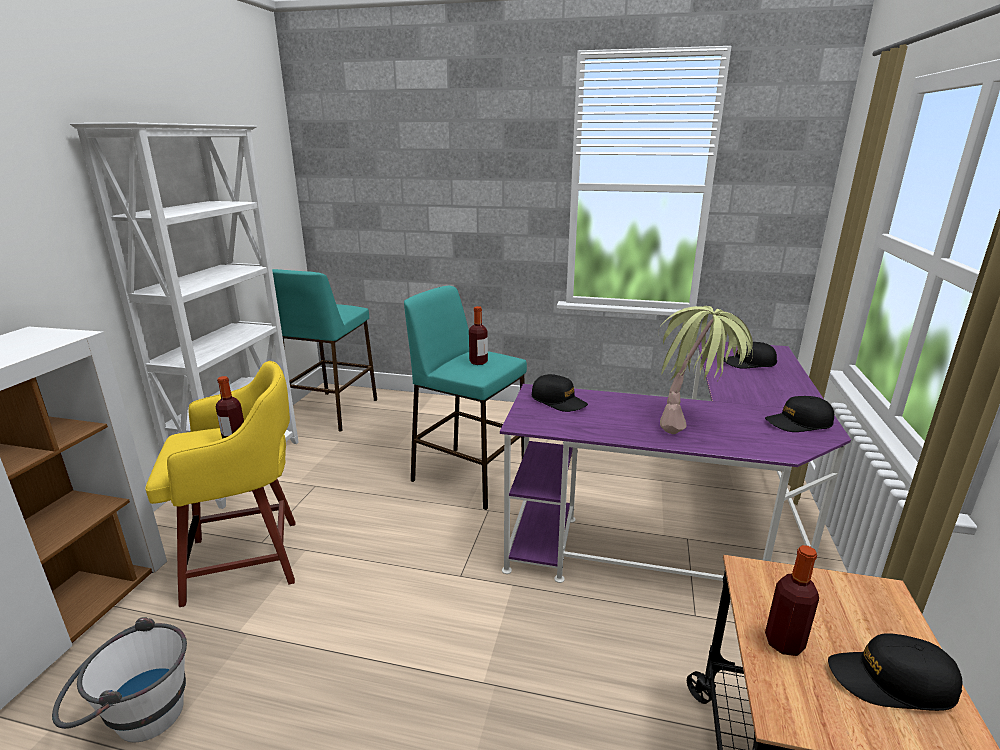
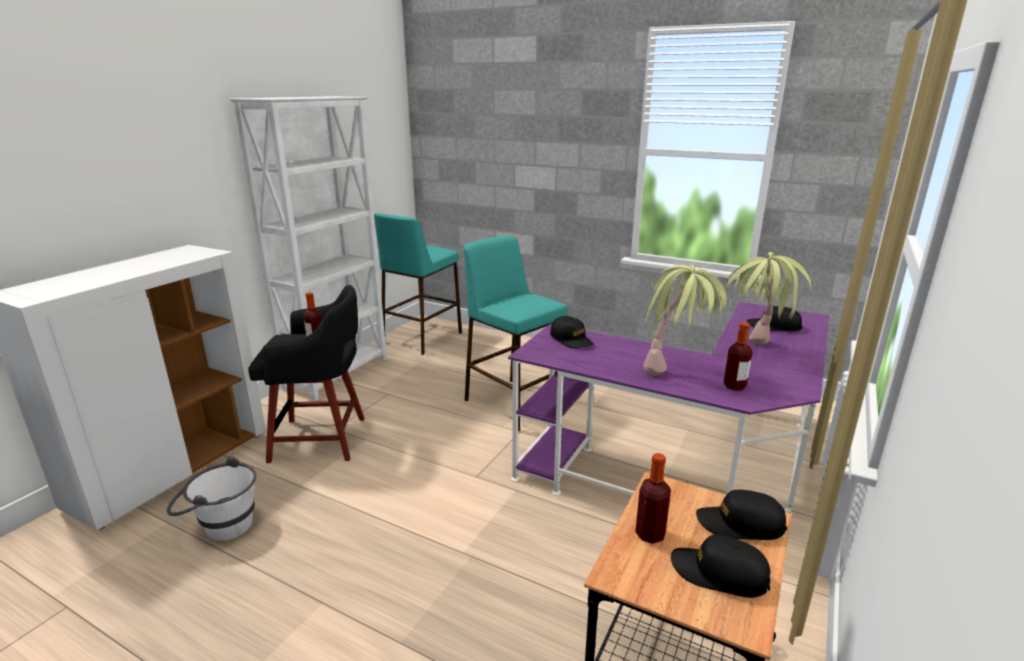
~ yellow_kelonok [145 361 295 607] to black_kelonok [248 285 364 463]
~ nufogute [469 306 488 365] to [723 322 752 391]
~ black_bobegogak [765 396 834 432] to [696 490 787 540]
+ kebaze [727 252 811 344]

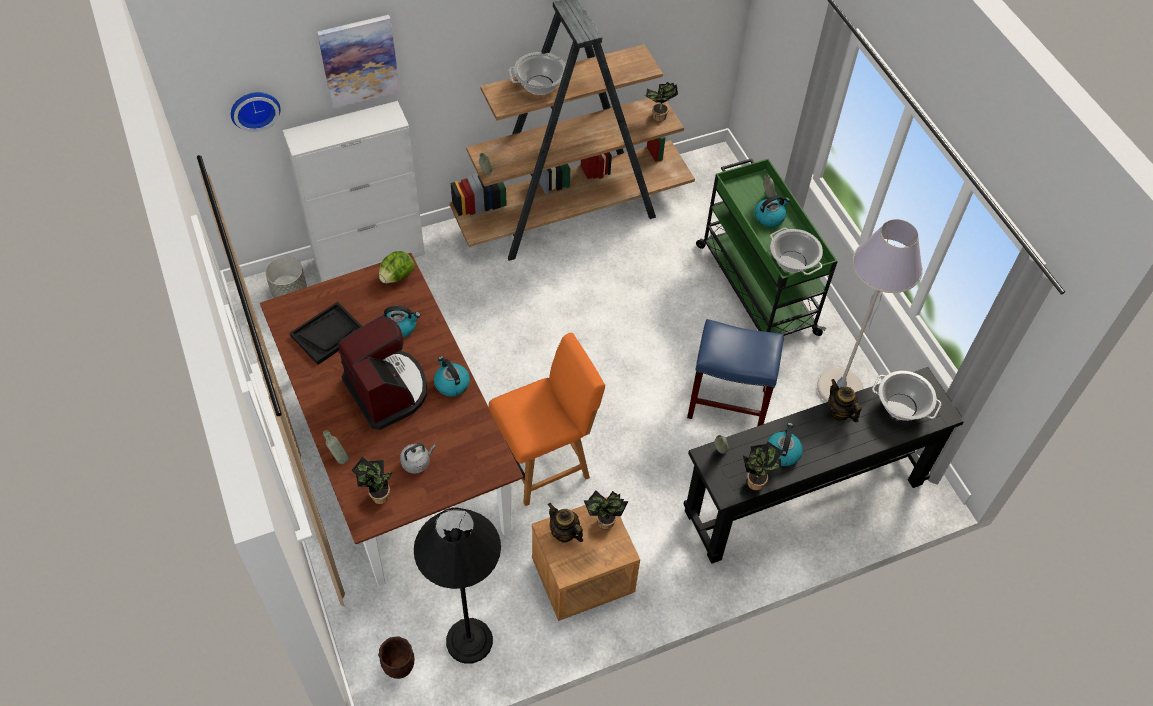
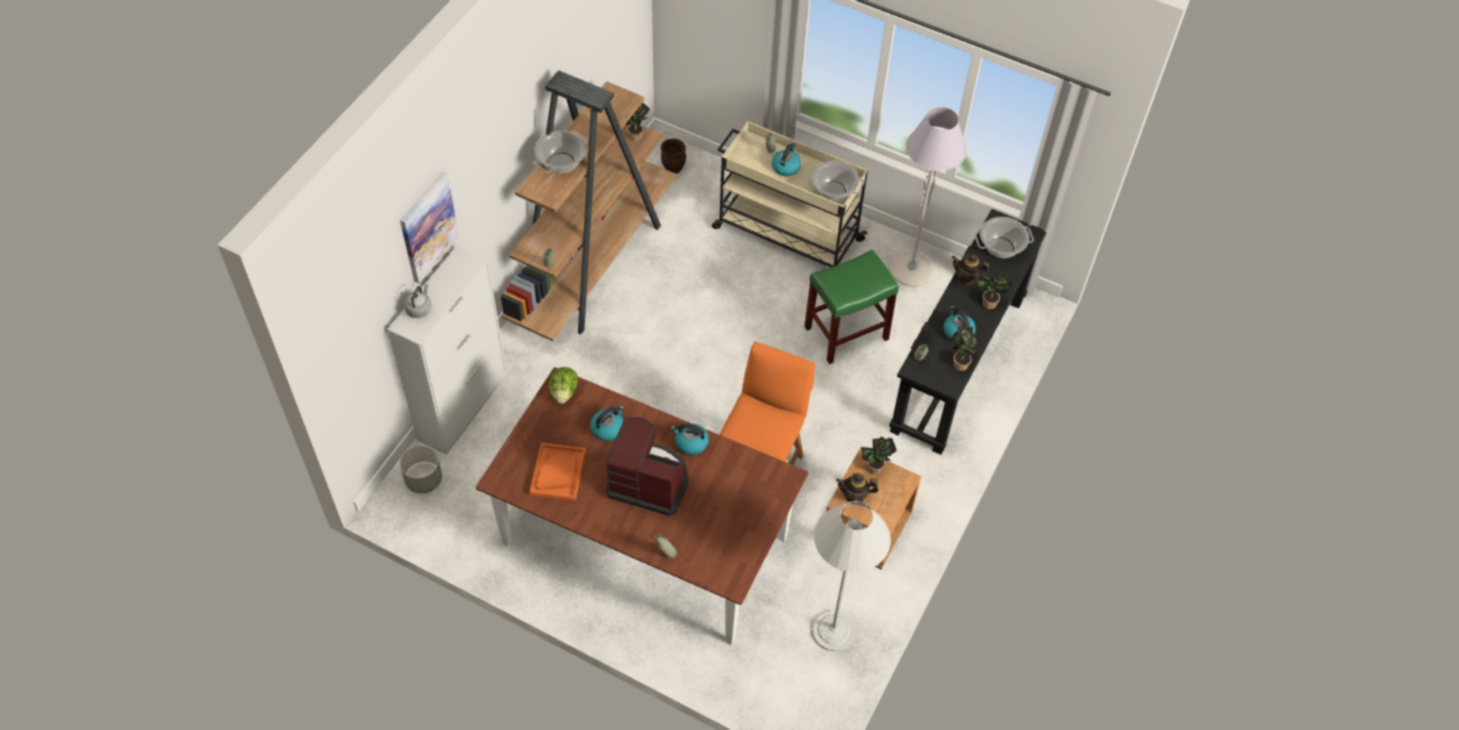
- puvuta [231 92 280 132]
~ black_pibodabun [290 302 362 365] to orange_pibodabun [529 443 586 501]
~ kebaze [351 457 392 504] to [975 272 1013 309]
~ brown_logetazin [378 636 414 679] to [661 138 686 174]
~ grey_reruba [400 443 436 474] to [404 284 432 318]
~ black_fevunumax [414 507 501 664] to white_fevunumax [812 501 891 652]
~ blue_kelonok [687 319 784 426] to green_kelonok [804 250 899 364]
~ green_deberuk [696 158 838 336] to beige_deberuk [712 121 868 267]

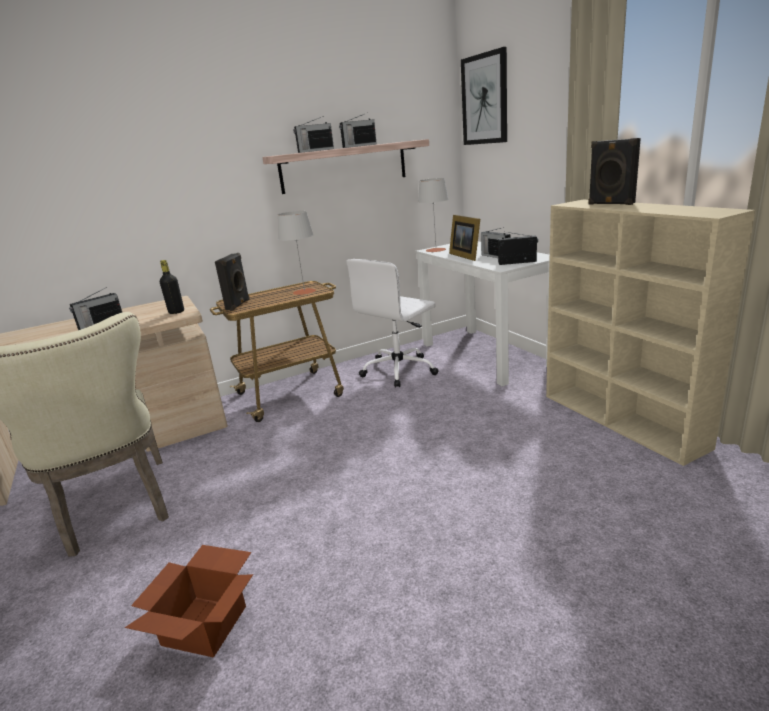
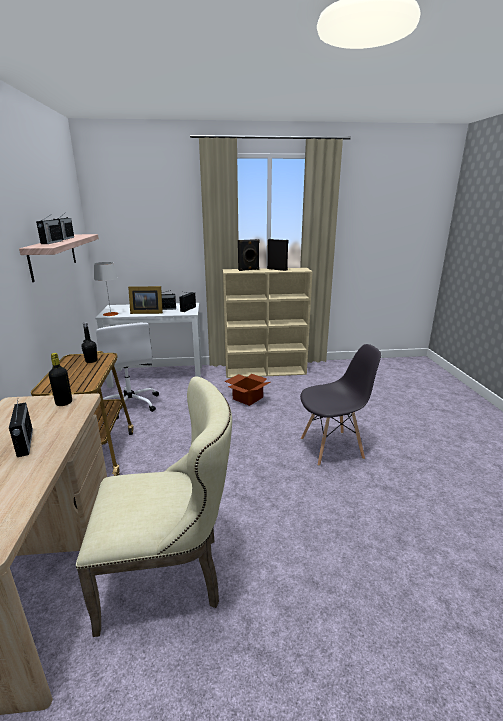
~ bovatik [125 545 253 658] to [225 374 270 406]
~ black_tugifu [215 253 250 311] to [267 239 289 271]
~ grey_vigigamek [278 211 316 295] to black_nufogute [81 322 98 363]
- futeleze [461 47 507 145]
+ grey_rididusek [300 344 381 466]

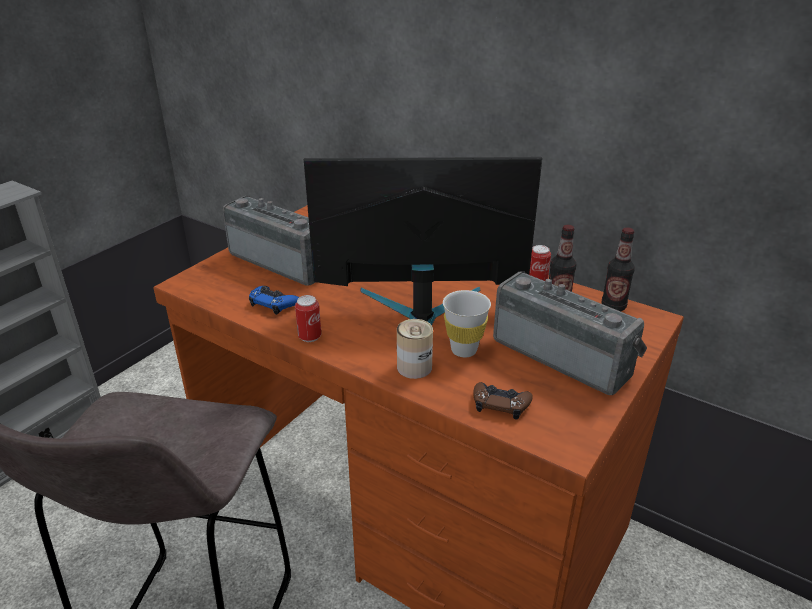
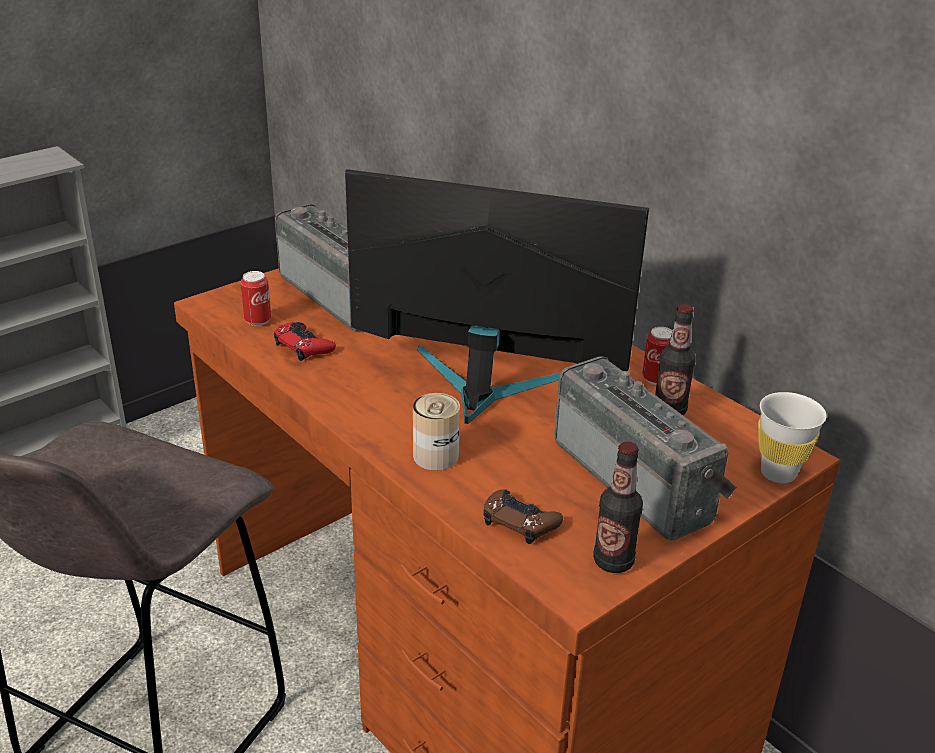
~ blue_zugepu [249 286 299 315] to red_zugepu [274 322 336 361]
~ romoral [295 295 321 342] to [240 271 271 326]
~ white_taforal [443 290 491 357] to [758 392 827 483]
~ nufogute [601 227 635 311] to [593 441 643 573]

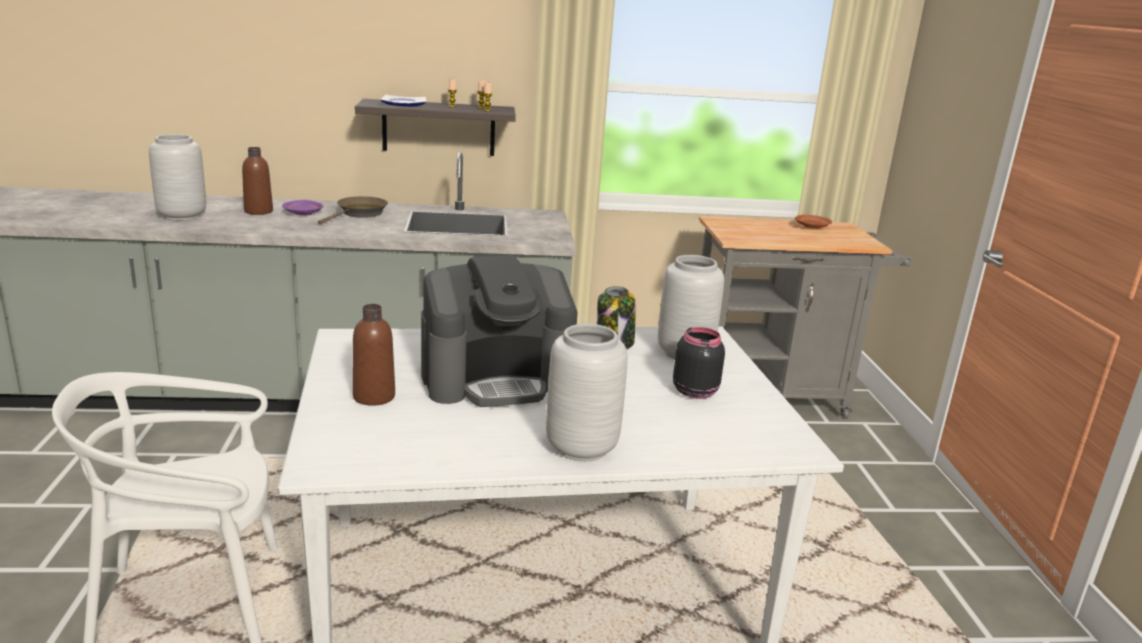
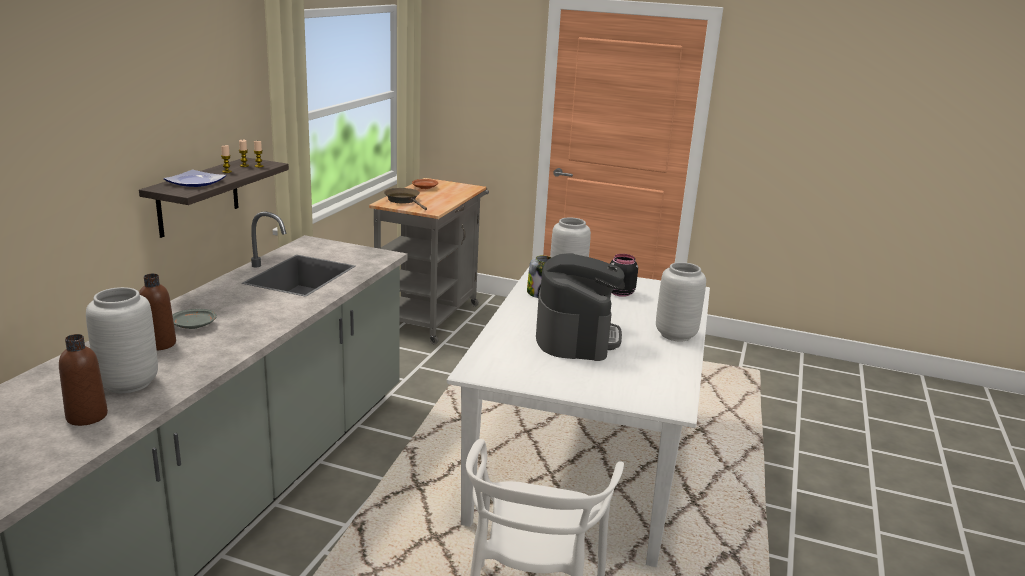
~ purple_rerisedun [282 200 323 215] to grey_rerisedun [172 309 217 329]
~ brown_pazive [318 196 388 224] to [384 188 427 210]
~ brown_nufogute [352 304 395 406] to [59 334 108 426]

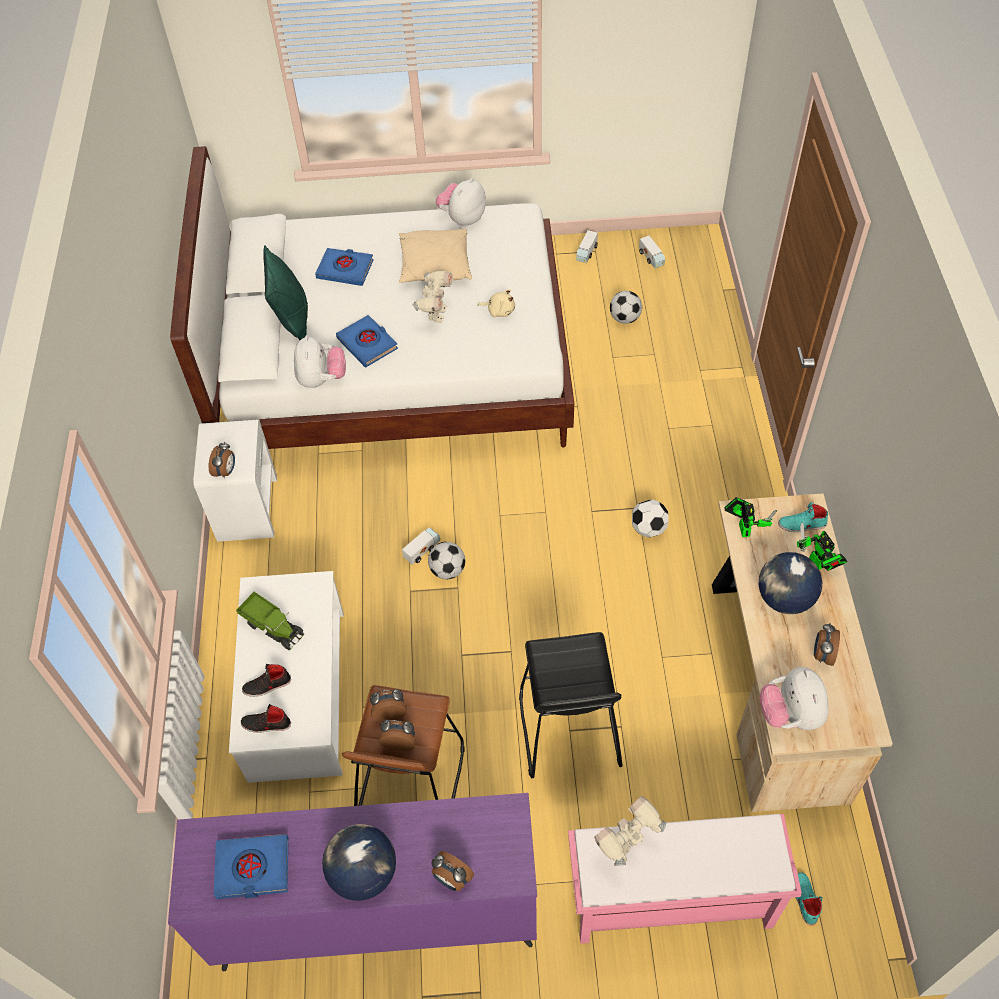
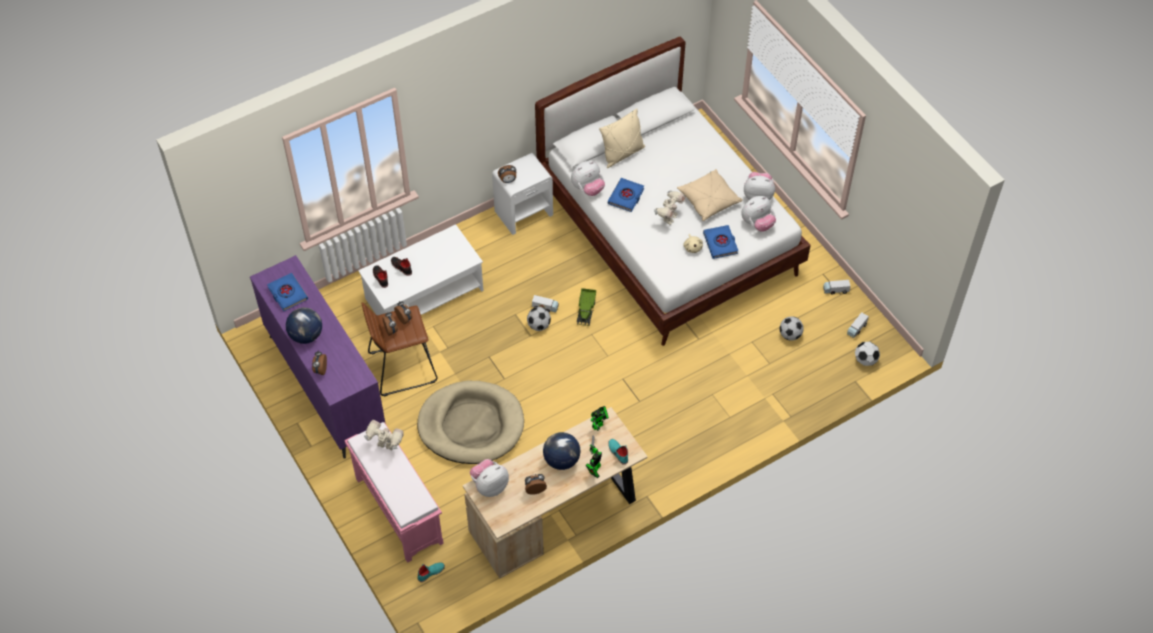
~ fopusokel [236 592 305 650] to [577 288 596 326]
~ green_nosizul [263 245 308 340] to beige_nosizul [599 108 645 168]
~ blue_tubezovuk [315 248 374 286] to [703 225 739 259]
~ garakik [412 271 453 323] = [654 190 686 225] 45 degrees counterclockwise
~ black_kelonok [519 632 622 778] to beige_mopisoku [417 381 524 464]
~ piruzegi [632 499 669 537] to [855 342 880 366]
+ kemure [741 196 776 232]

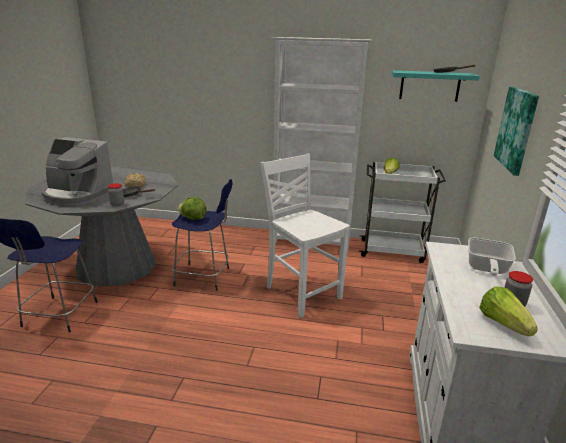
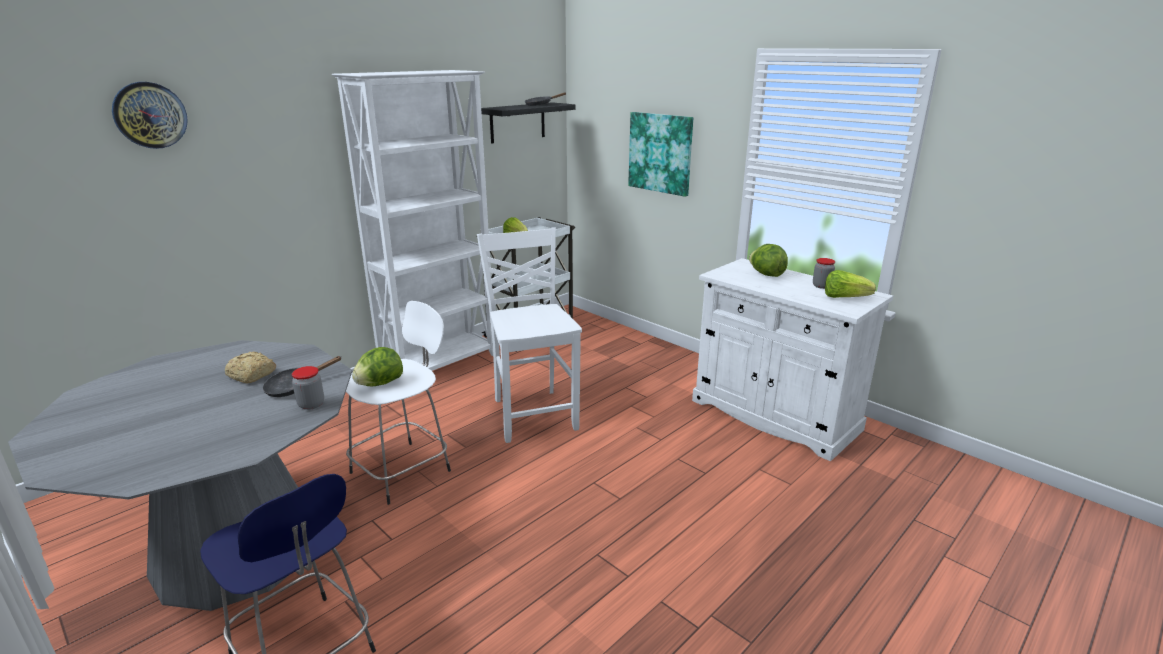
- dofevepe [42 137 114 206]
~ blue_kelonok [172 179 232 291] to white_kelonok [346 301 451 505]
~ white_rididusek [261 153 350 318] = [477 228 582 443] 75 degrees clockwise
~ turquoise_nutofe [392 70 480 102] to black_nutofe [481 102 576 144]
~ pazive [468 238 516 276] to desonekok [749 244 788 277]
+ puvuta [112 82 188 149]

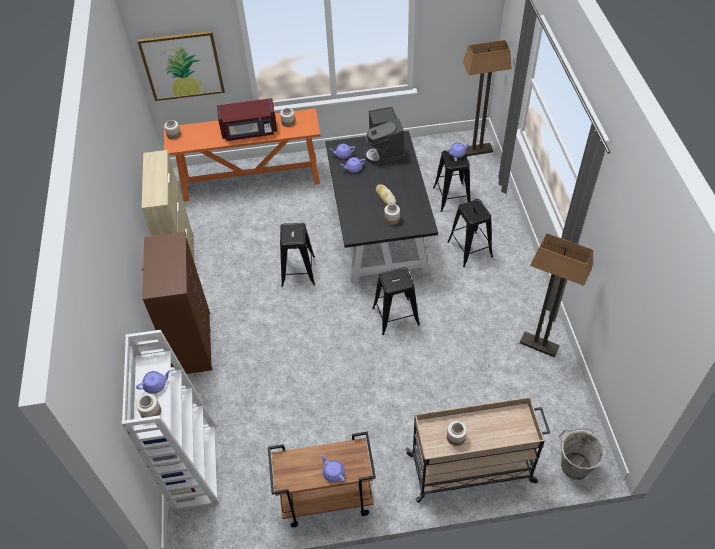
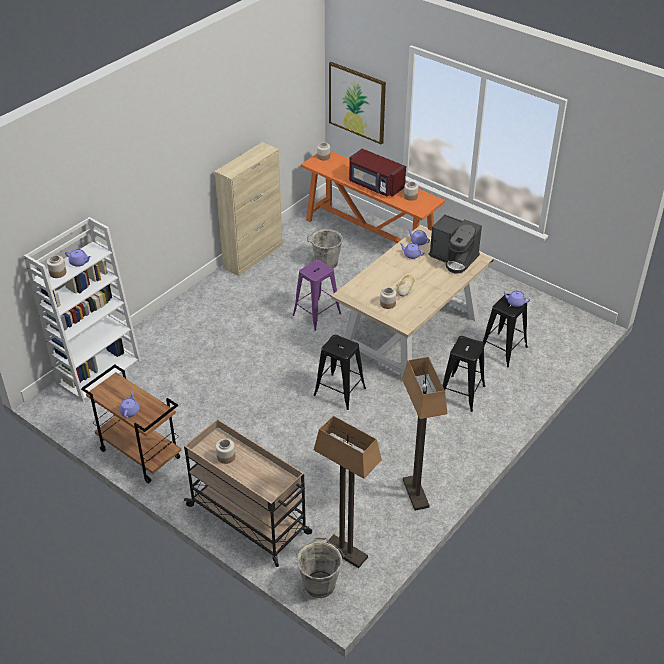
- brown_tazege [141 232 212 374]
~ black_kelonok [280 223 315 287] to purple_kelonok [292 260 341 331]
~ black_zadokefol [325 131 438 283] to beige_zadokefol [331 226 494 382]
~ dofevepe [365 107 405 164] = [428 214 482 274] 90 degrees counterclockwise
~ fevunumax [463 40 512 156] to [314 416 382 568]
+ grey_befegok [307 228 343 268]

